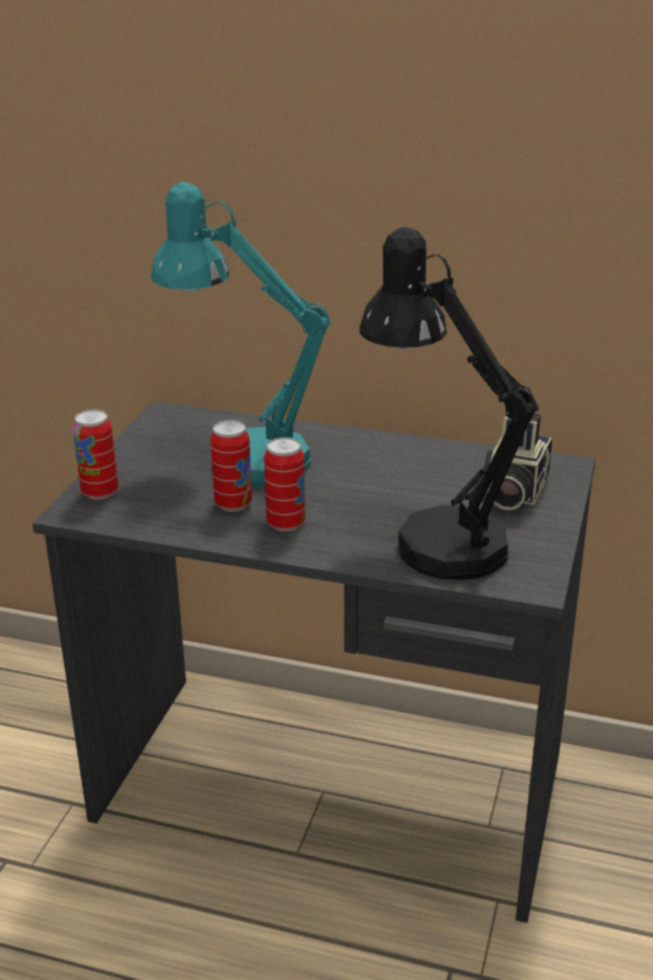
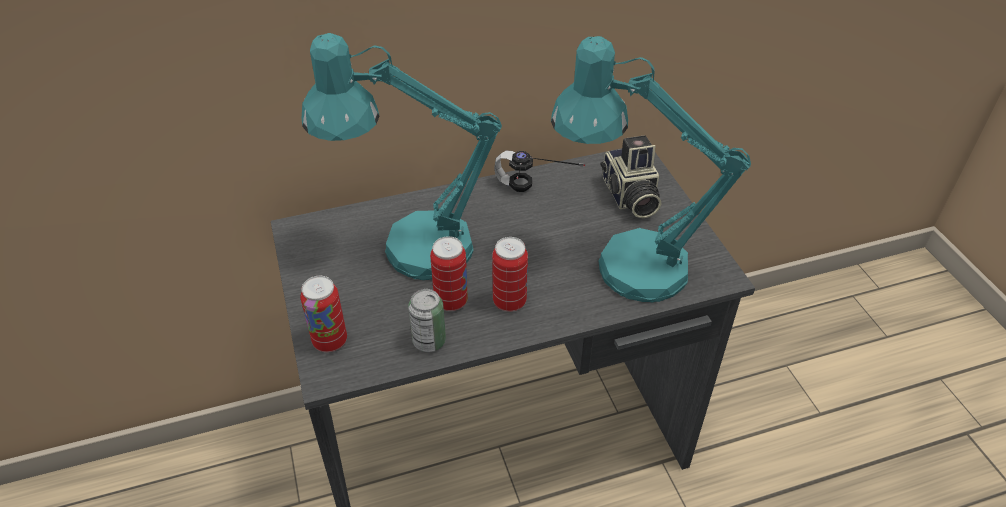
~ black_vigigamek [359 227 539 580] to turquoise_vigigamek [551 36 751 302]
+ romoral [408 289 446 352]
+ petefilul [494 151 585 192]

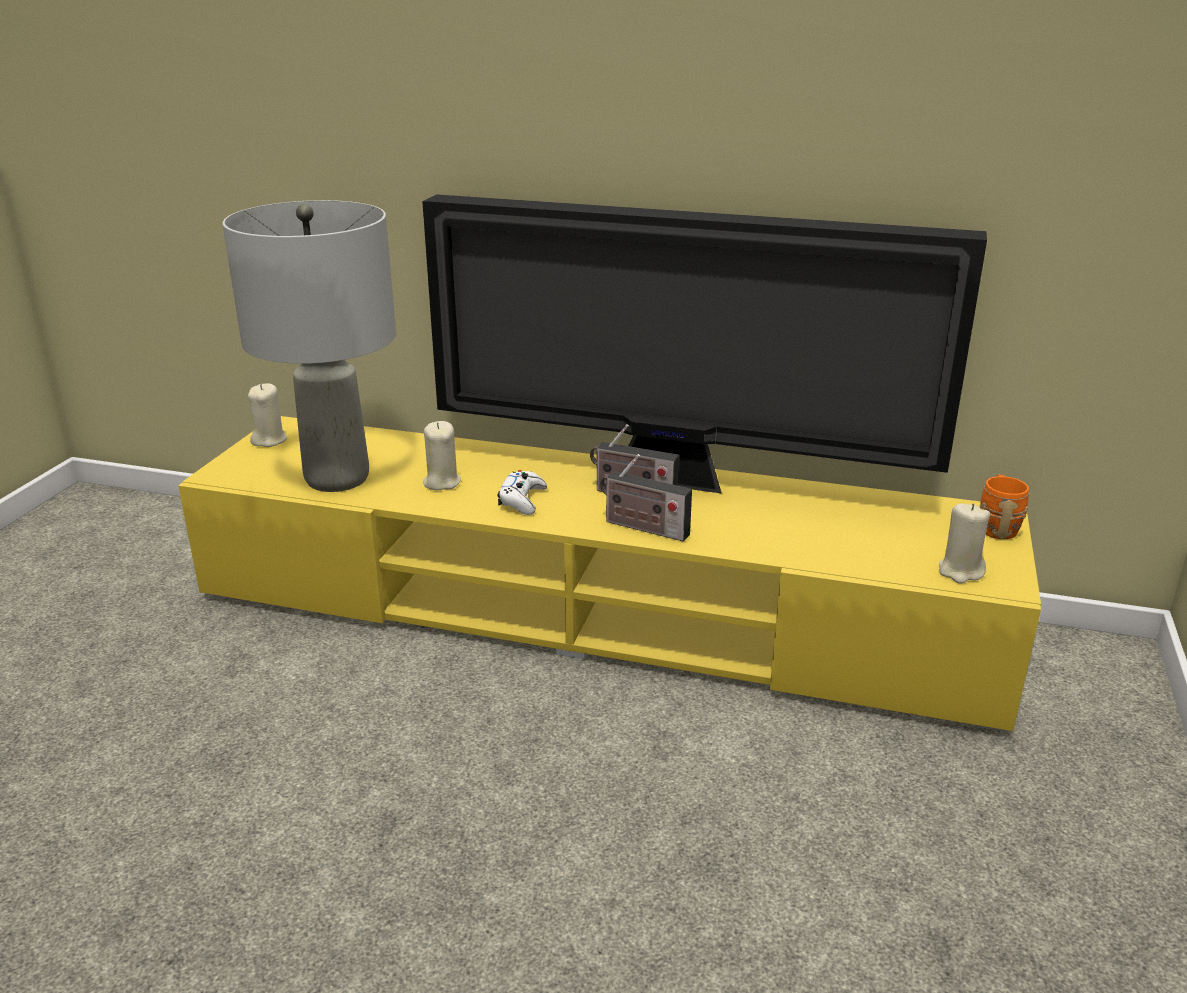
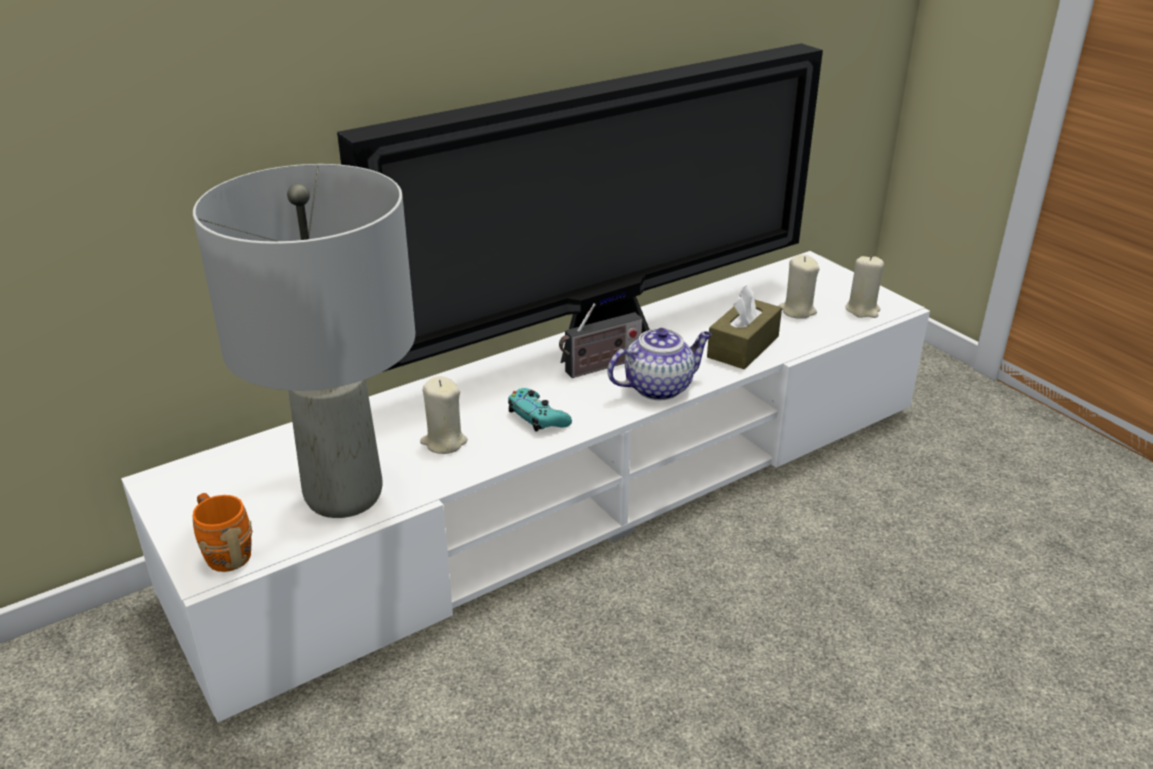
~ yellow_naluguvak [178 416 1041 732] to white_naluguvak [121 251 930 722]
~ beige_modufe [248 384 287 447] to [778 254 819 319]
~ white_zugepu [497 470 547 515] to turquoise_zugepu [508 388 572 432]
~ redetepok [600 454 692 541] to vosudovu [607 328 712 400]
~ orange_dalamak [980 475 1029 539] to [192 493 253 572]
+ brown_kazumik [707 285 782 369]

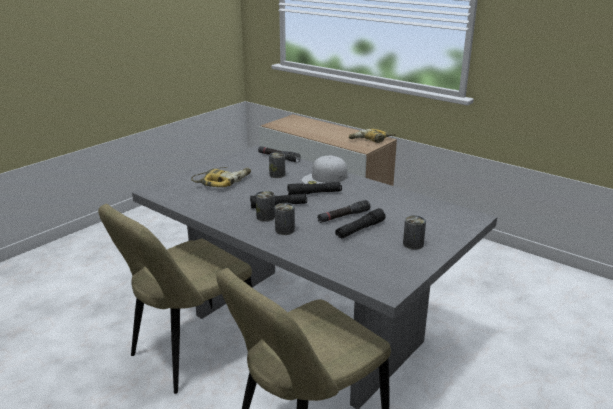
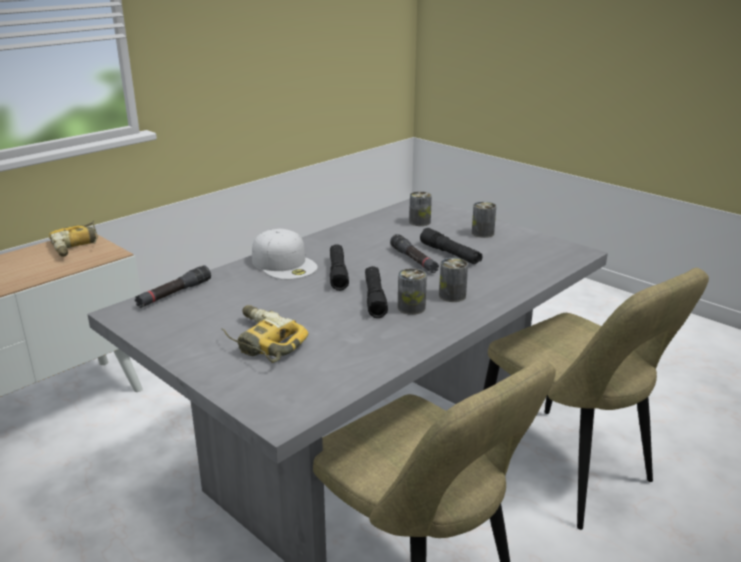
~ romoral [269 152 285 178] to [409 191 432 226]

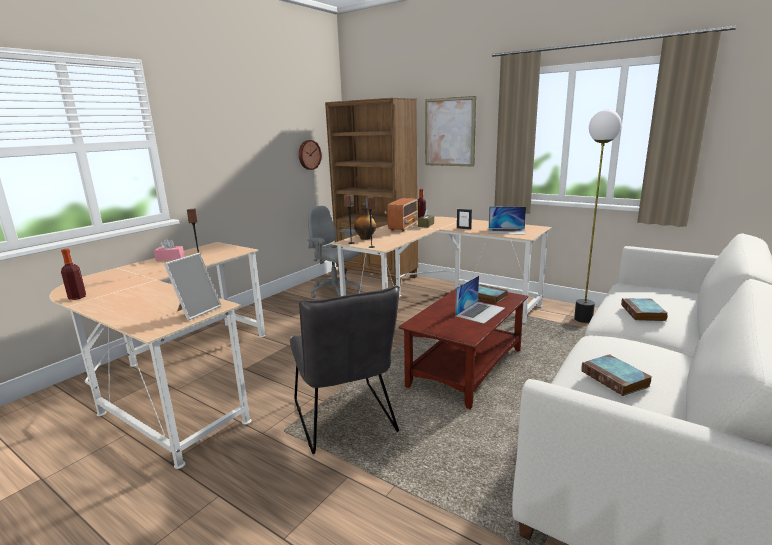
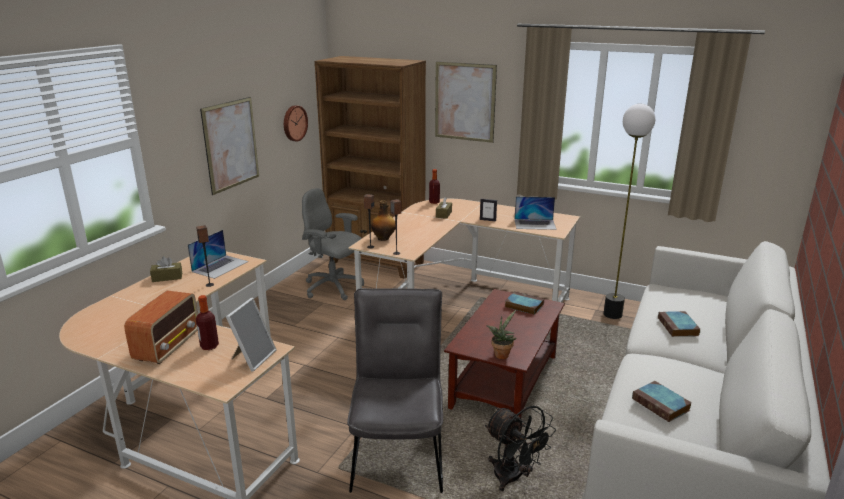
~ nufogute [61 249 86 300] to [196 295 219 350]
~ pink_kazumik [154 239 184 261] to brown_kazumik [150 256 182 282]
~ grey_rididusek [290 285 400 454] = [347 288 443 493] 150 degrees counterclockwise
~ redetepok [387 198 418 232] to [124 291 198 364]
~ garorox [455 276 505 324] to [188 230 248 279]
+ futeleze [200 97 259 195]
+ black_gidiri [485 406 556 491]
+ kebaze [486 310 516 359]

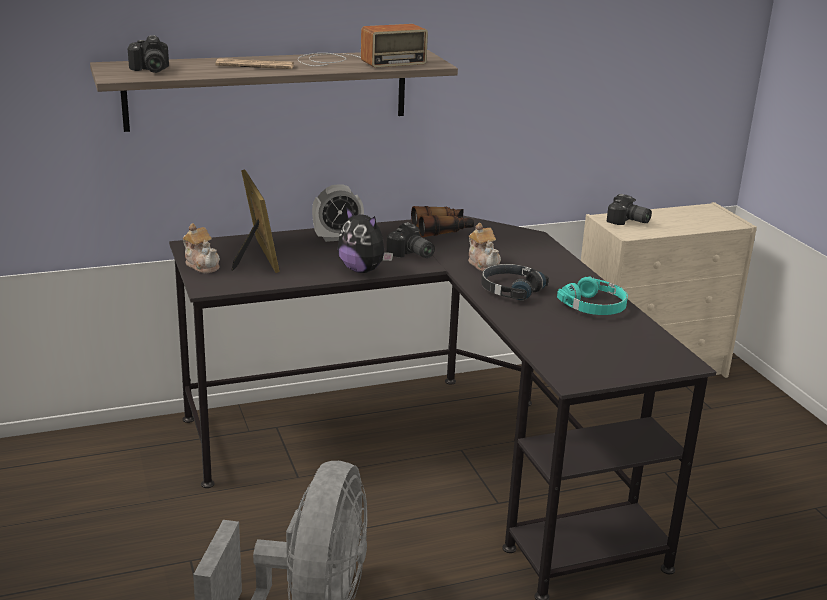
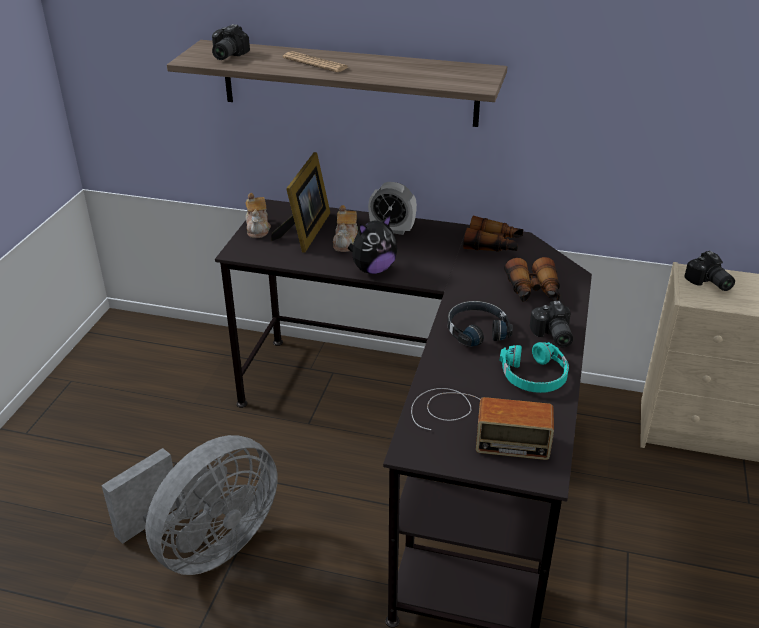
~ redetepok [298 24 428 68] to [411 388 554 460]
~ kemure [337 207 393 273] = [348 215 397 274] 105 degrees counterclockwise
~ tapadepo [387 222 435 258] to [530 301 573 347]
~ vosudovu [468 223 501 272] to [333 205 358 252]
+ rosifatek [504 257 560 302]

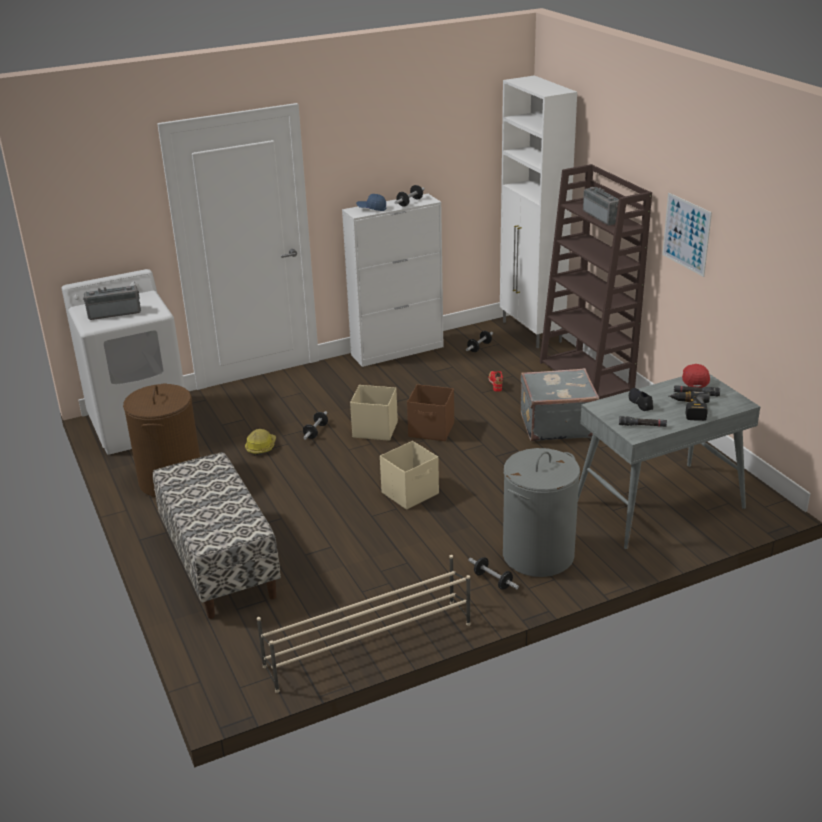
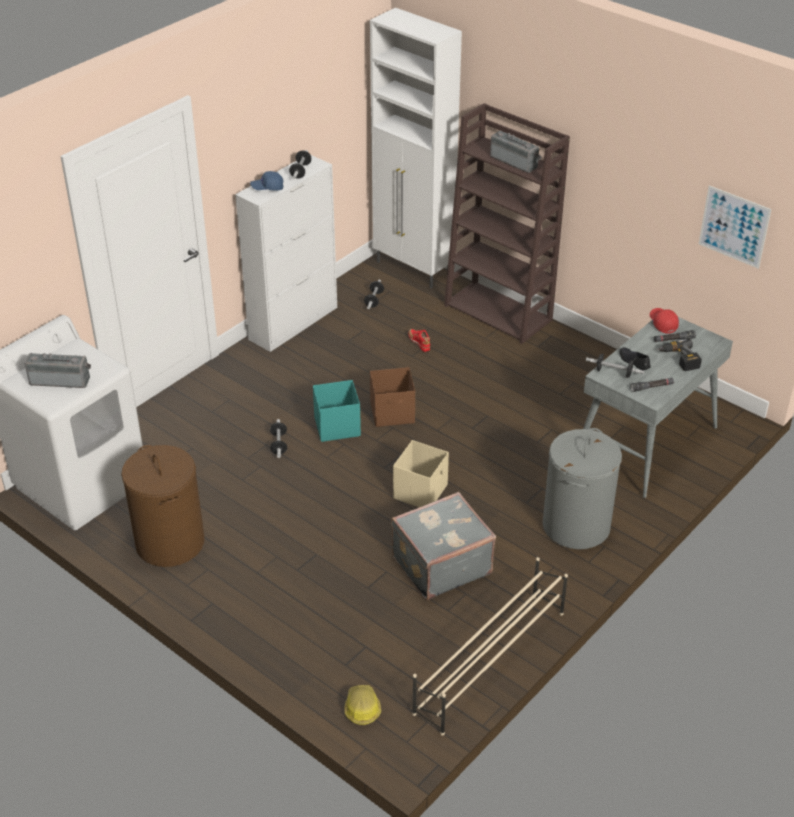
~ redetepok [83 285 141 320] = [25 353 91 388] 45 degrees clockwise
- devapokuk [153 452 281 619]
~ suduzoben [245 429 276 455] to [345 685 381 725]
~ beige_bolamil [350 385 398 441] to turquoise_bolamil [313 380 361 442]
~ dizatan [468 557 519 589] to [586 354 644 378]
~ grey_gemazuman [521 368 599 442] to [391 492 496 600]
~ futeleze [662 193 712 277] to [699 186 771 269]

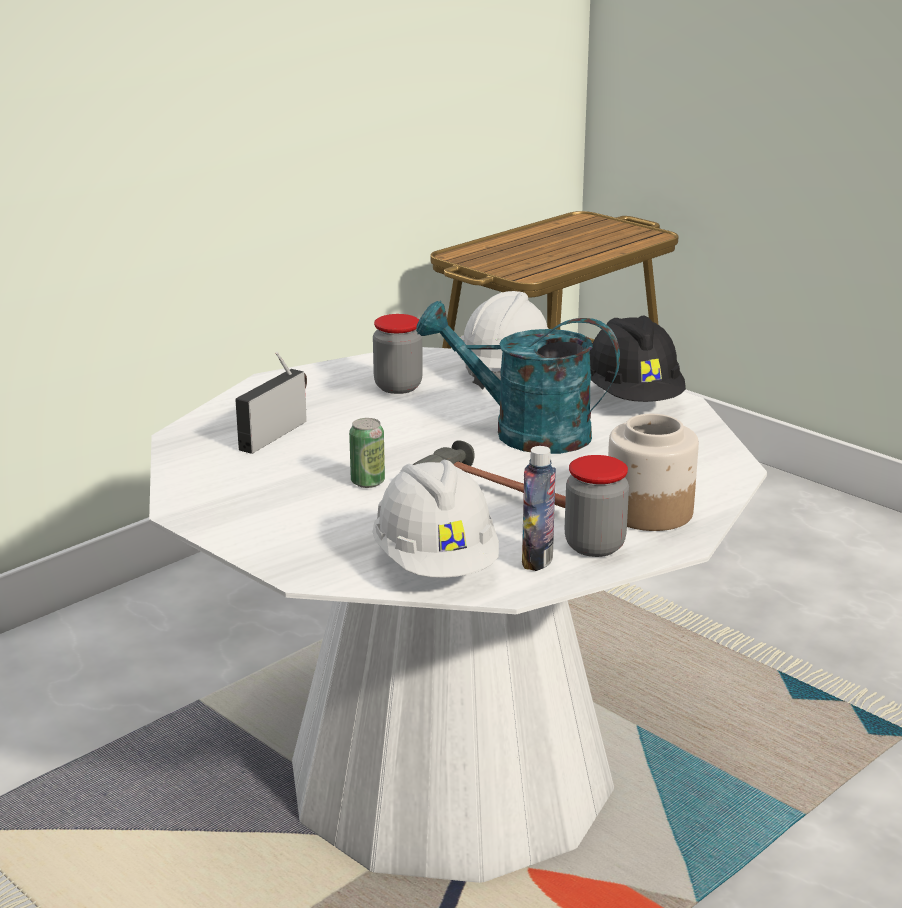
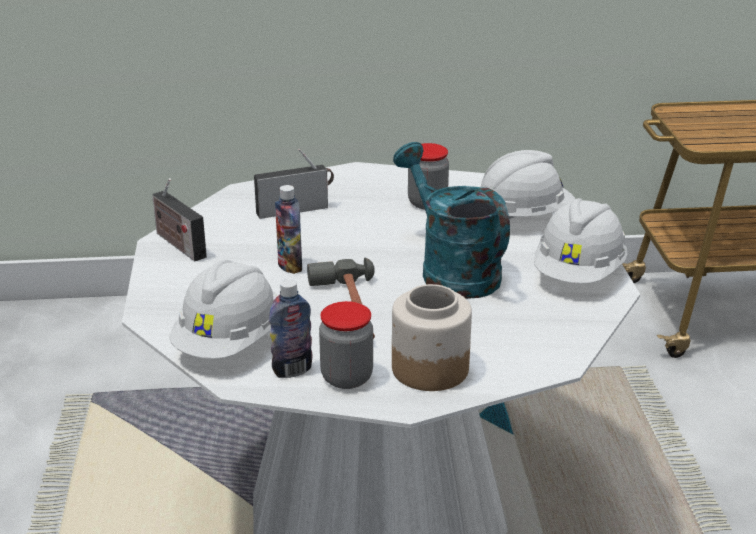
~ romoral [349 418 385 488] to nufogute [275 185 302 274]
~ black_suduzoben [590 315 686 402] to white_suduzoben [534 198 627 284]
+ redetepok [152 178 207 261]

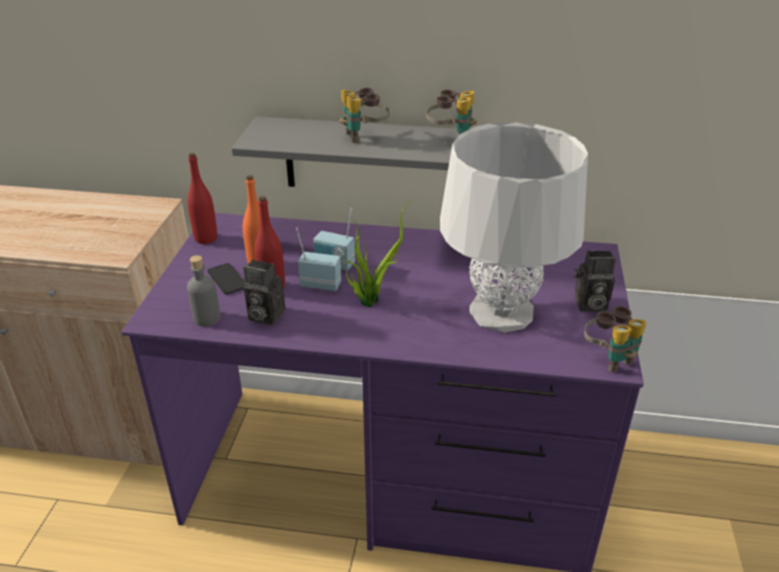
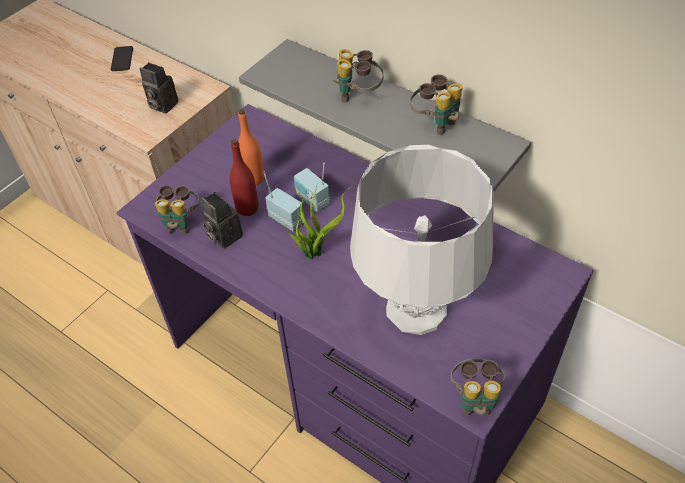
- red_nufogute [187 153 217 244]
~ grey_nufogute [187 255 221 327] to rosifatek [155 185 200 234]
~ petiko [207 263 245 295] to [111 46 133 71]
~ tapadepo [574 251 616 312] to [139 63 178 114]

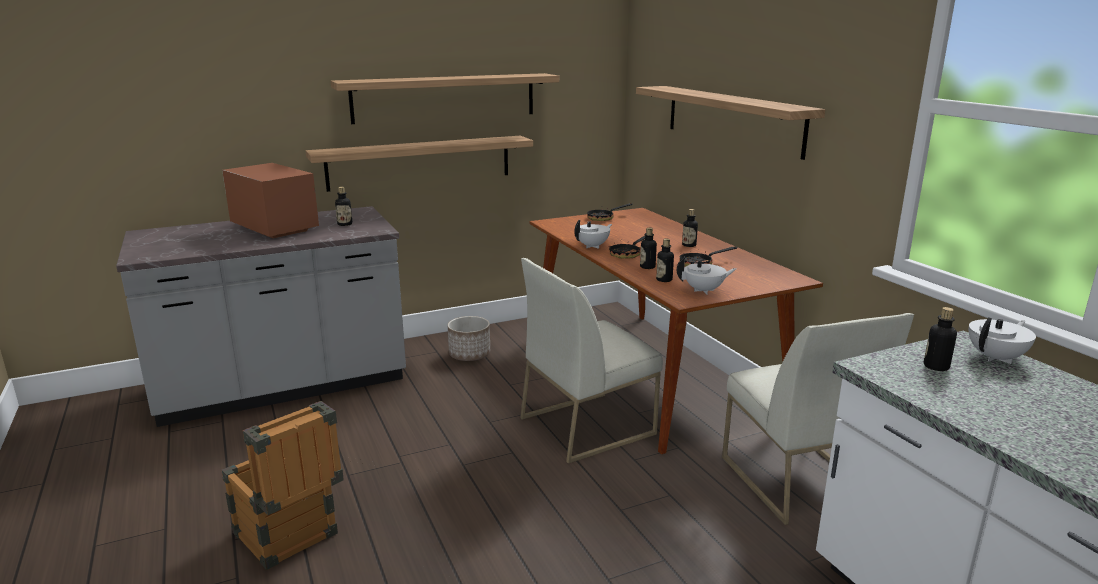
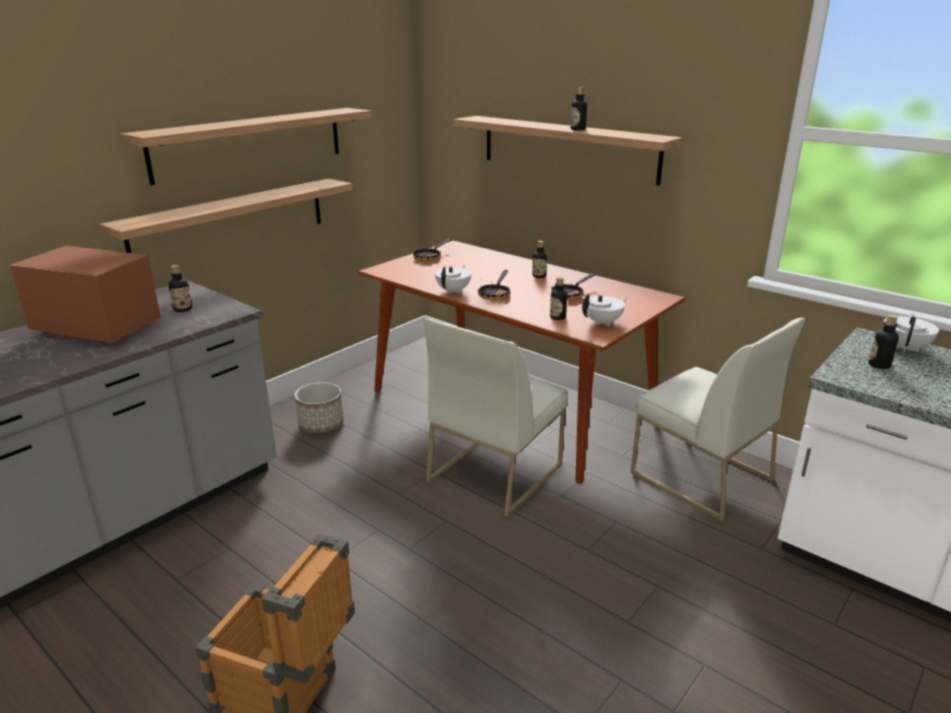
~ nufogute [640 228 657 269] to [570 87 587 131]

